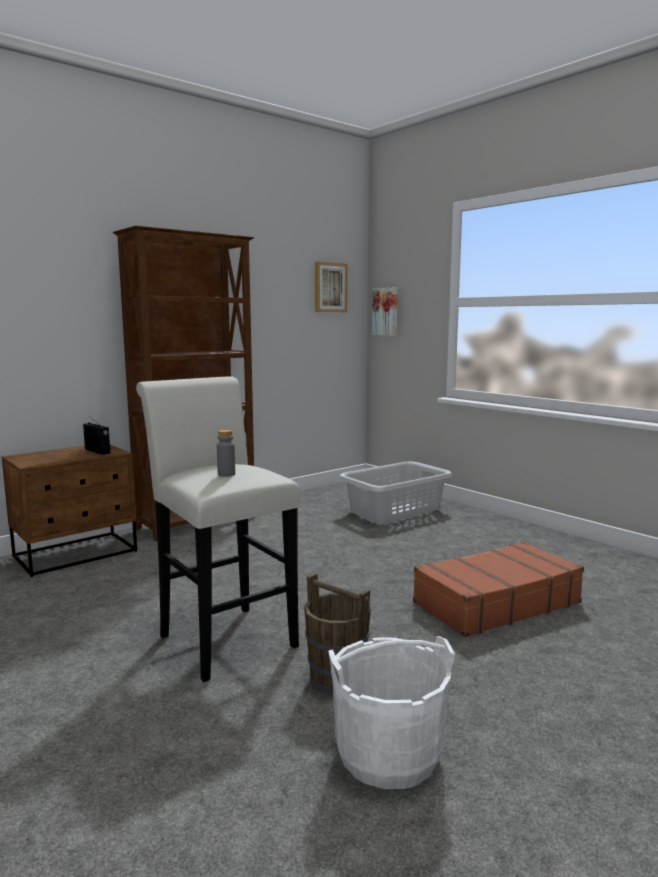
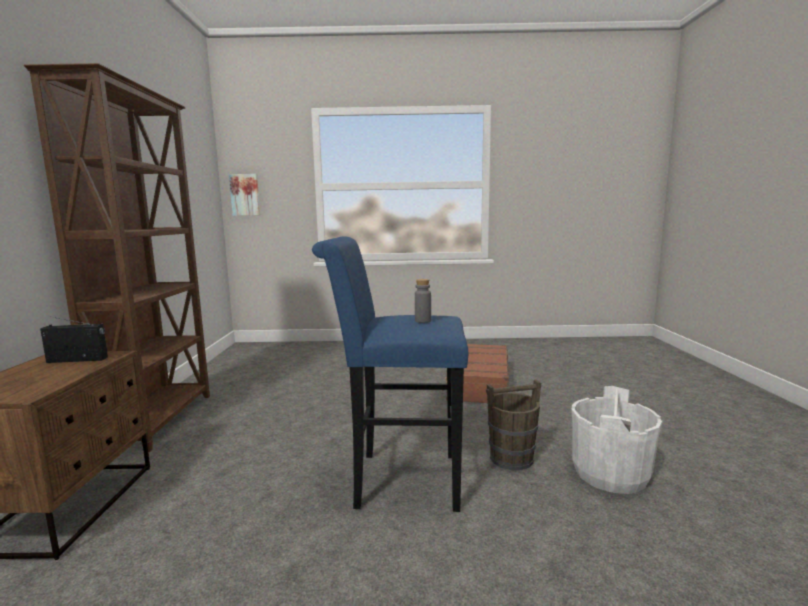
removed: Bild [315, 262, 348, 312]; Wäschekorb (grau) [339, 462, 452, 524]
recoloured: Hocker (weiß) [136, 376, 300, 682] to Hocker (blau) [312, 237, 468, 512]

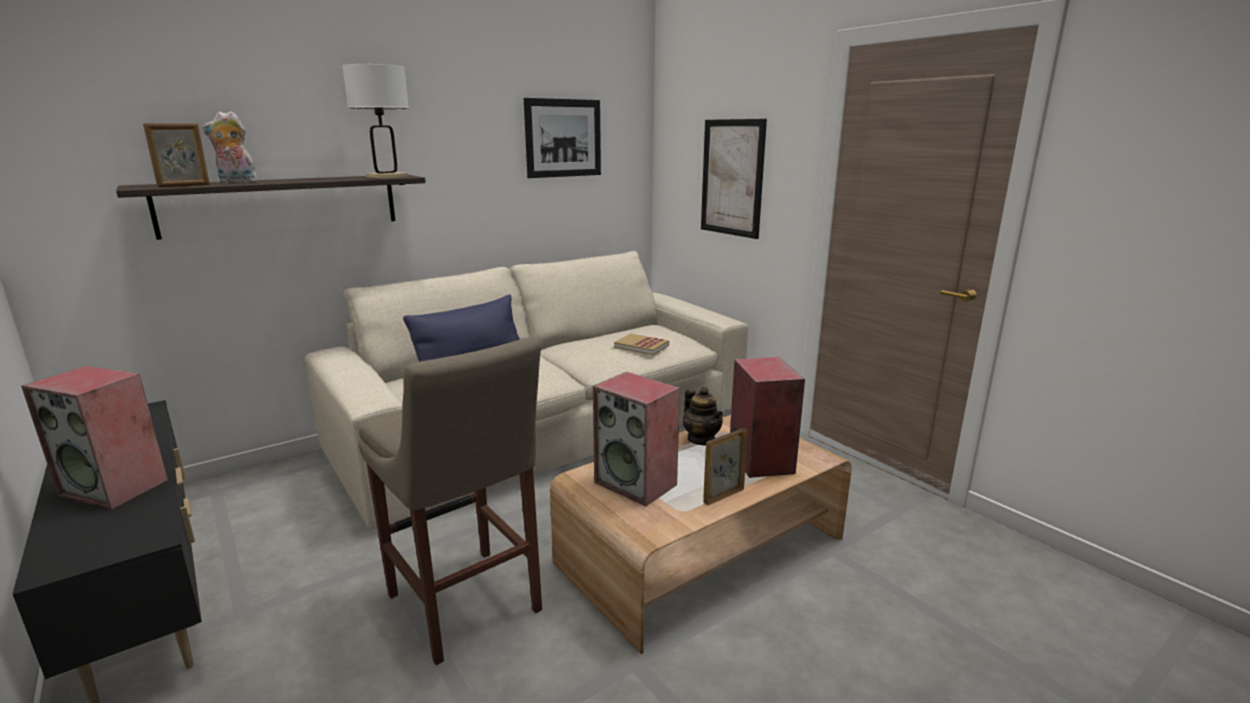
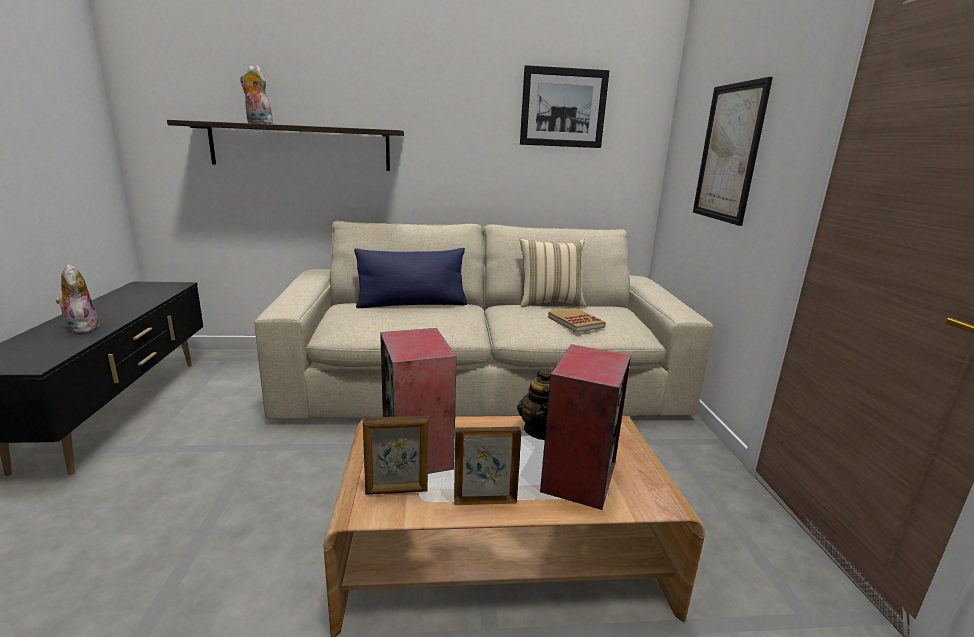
removed: Tischlampe (weiß) [342, 64, 409, 178]; Hocker (beige) [358, 337, 542, 665]
added: Kissen (beige) [520, 239, 586, 307]
moved: Bilderrahmen [143, 123, 210, 187] to [363, 416, 428, 495]
replaced: Lautsprecher [21, 366, 168, 510] to Plüschtier [56, 264, 100, 333]

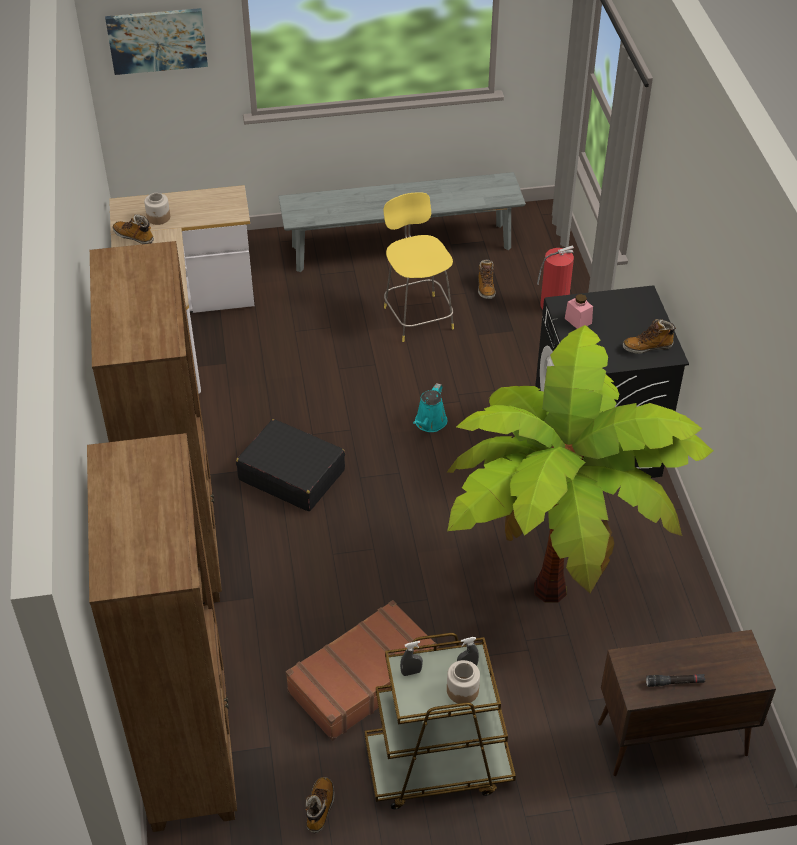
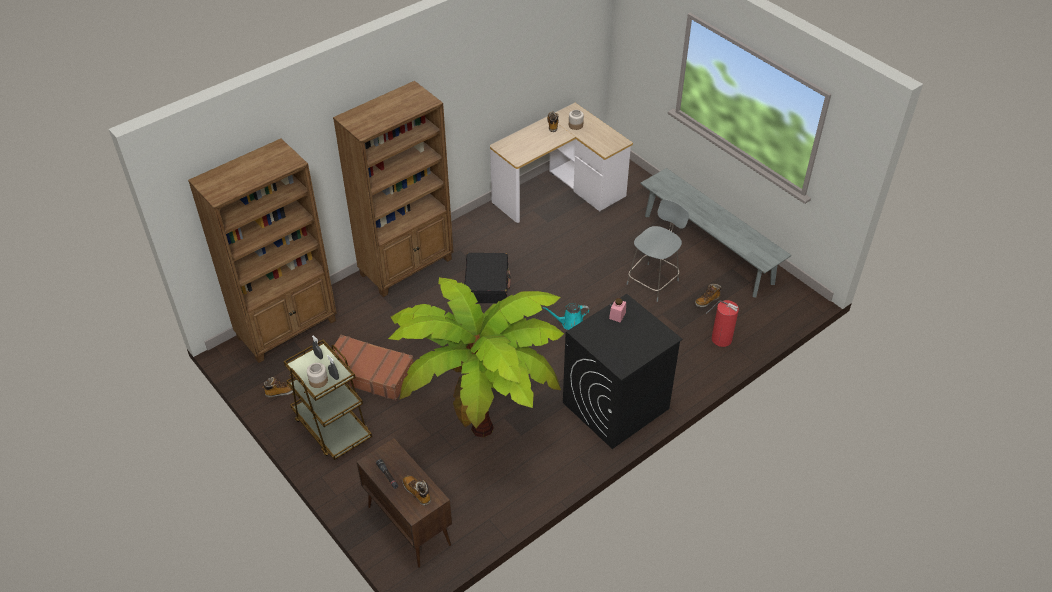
removed: Bild [105, 8, 208, 75]
moved: Stiefel [623, 319, 677, 354] to [402, 475, 431, 506]
recoloured: Hocker (gelb) [384, 192, 454, 342] to Hocker (grau) [627, 199, 689, 302]

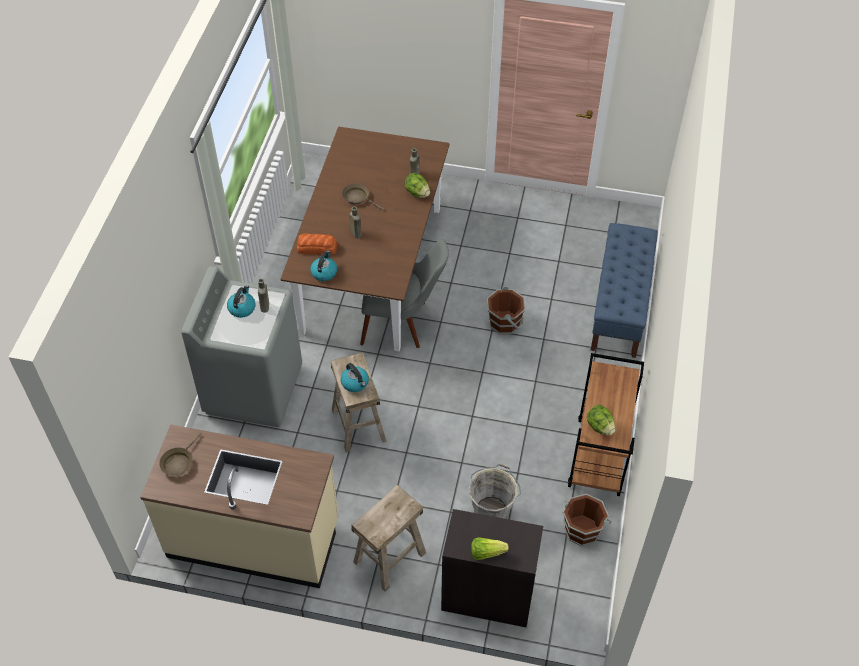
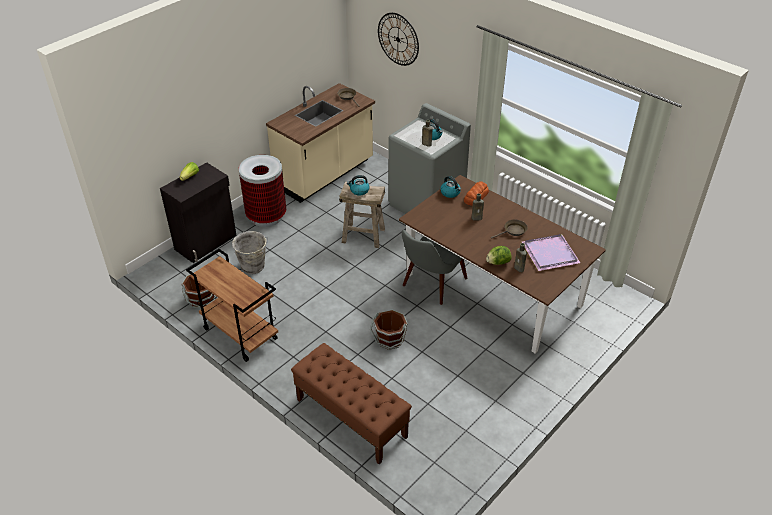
removed: Salatkopf [587, 405, 615, 435]
added: Wanduhr [378, 13, 419, 66]; Tablett (lila) [522, 234, 580, 271]
replaced: Hocker (beige) [351, 485, 426, 591] to Mülleimer [239, 155, 286, 227]
recoloured: Bank (blau) [591, 223, 658, 358] to Bank (braun) [291, 343, 412, 465]

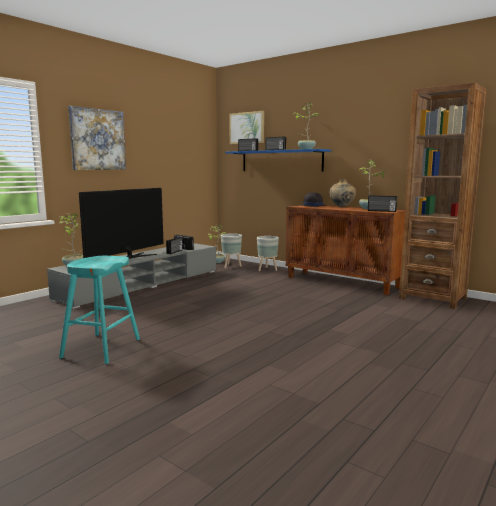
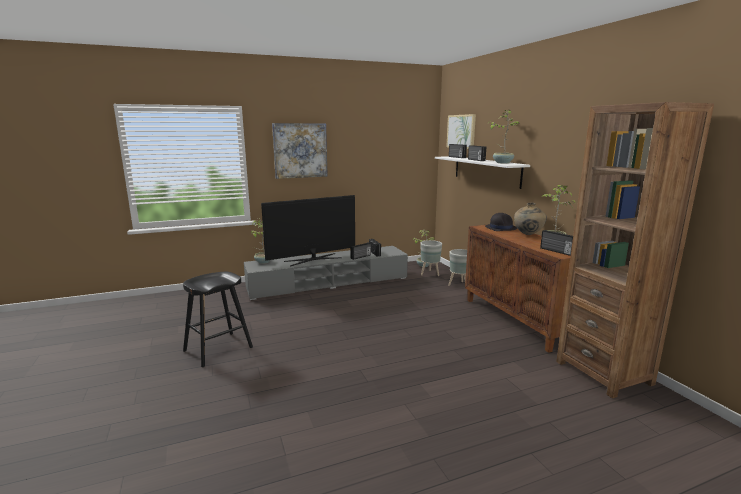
recoloured: Wandregal (blau) [225, 149, 331, 171] to Wandregal (weiß) [435, 156, 530, 189]; Hocker (türkis) [59, 256, 140, 364] to Hocker (schwarz) [183, 272, 253, 367]

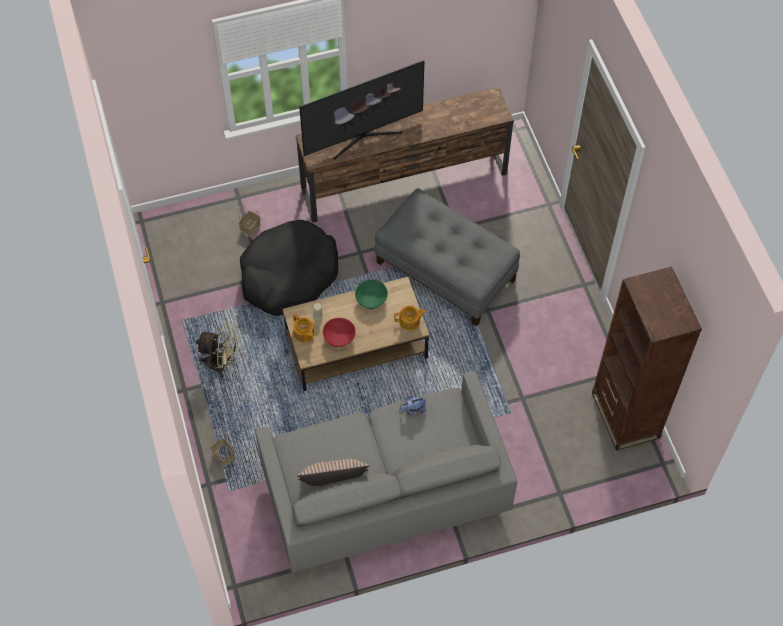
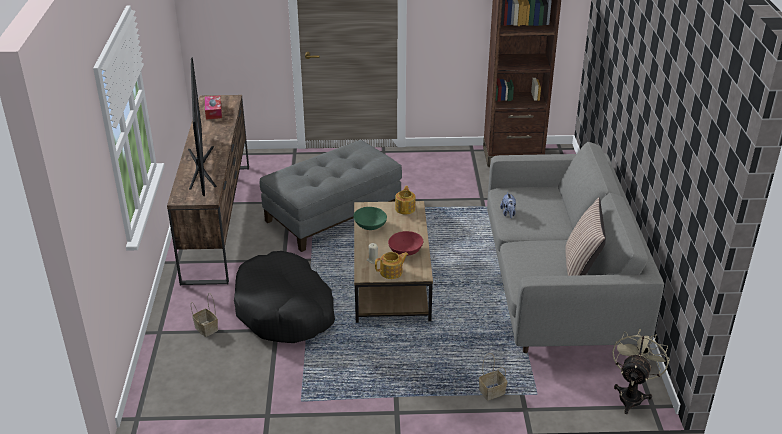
added: Taschentuchbox [205, 95, 222, 120]
moved: Ventilator (beige) [196, 323, 239, 377] to [612, 329, 670, 414]

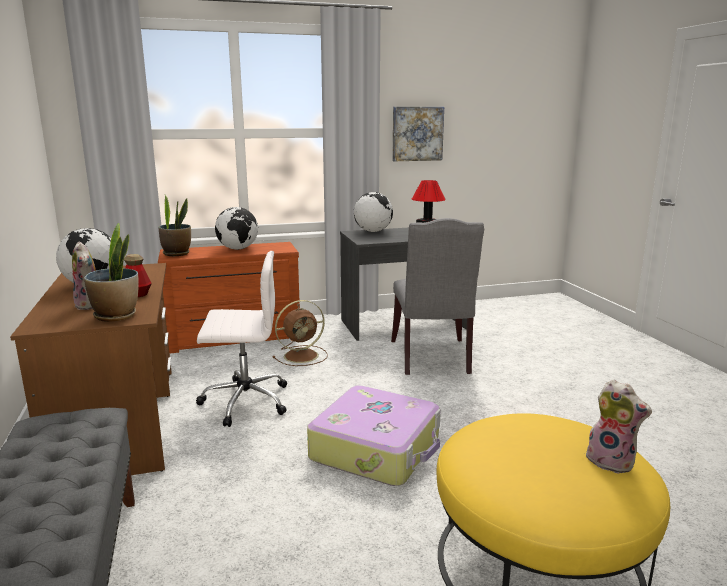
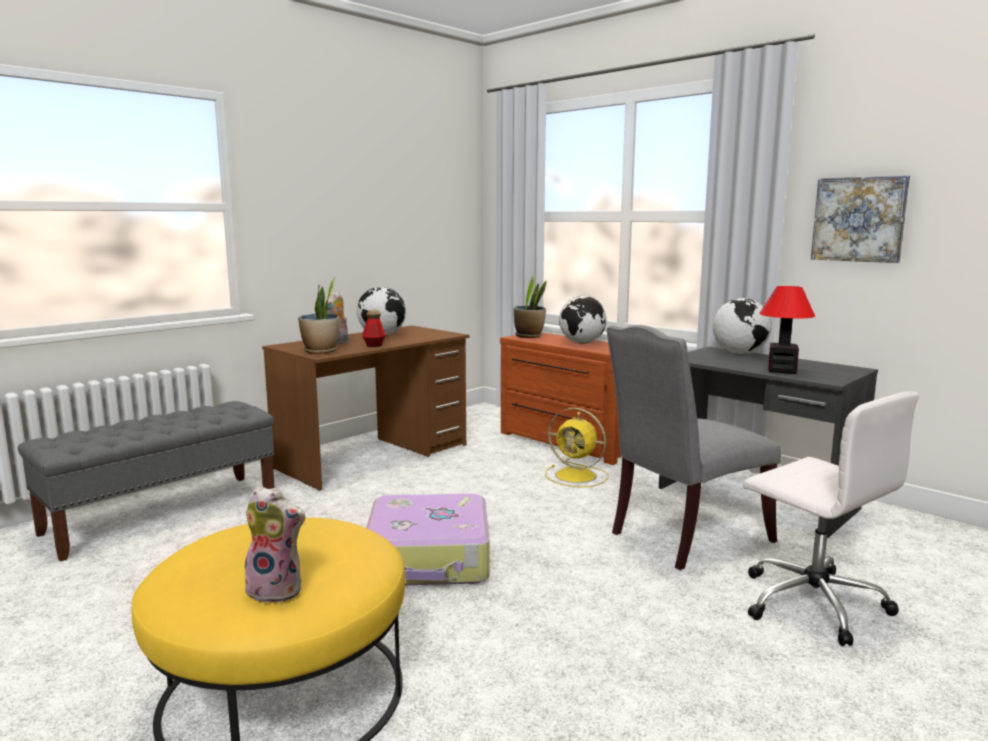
moved: Bürostuhl (weiß) [196, 251, 287, 427] to [743, 392, 919, 646]
recoloured: Ventilator (braun) [272, 300, 328, 366] to Ventilator (gelb) [545, 408, 609, 487]
turned: Plüschtier [584, 379, 652, 474] = [245, 486, 306, 603] 90 degrees counterclockwise

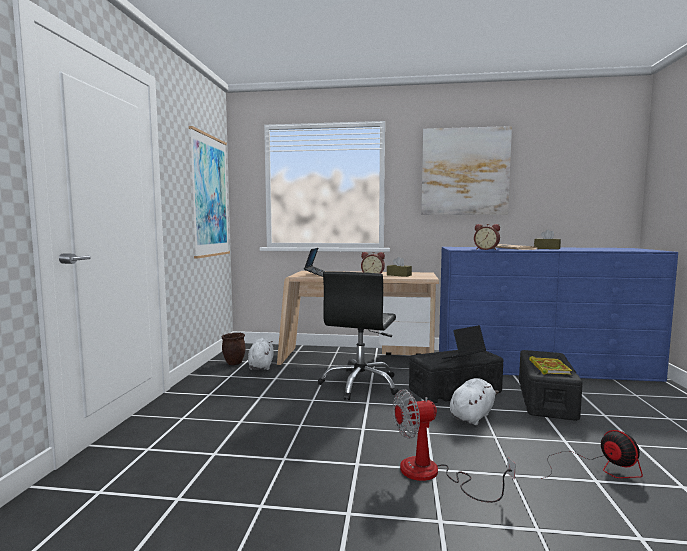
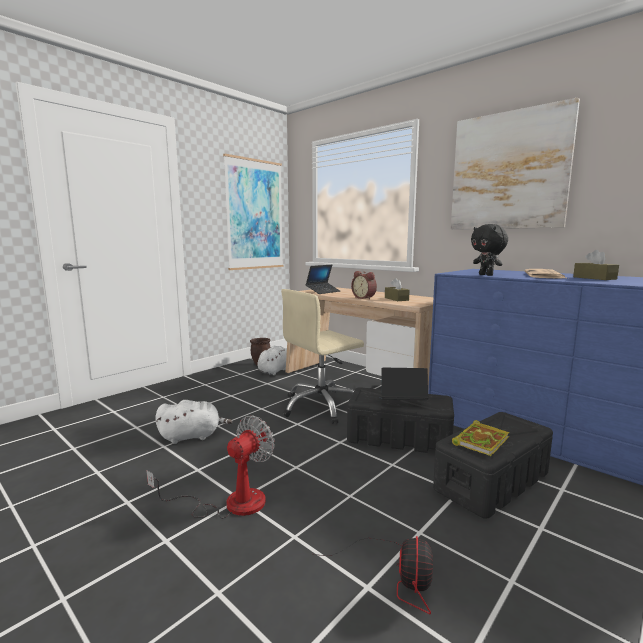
moved: Plüschtier (weiß) [450, 378, 499, 425] to [156, 400, 232, 444]
replaced: Wecker [474, 224, 500, 250] to Plüschtier (schwarz) [471, 224, 508, 276]
recoloured: Bürostuhl (schwarz) [318, 271, 399, 400] to Bürostuhl (beige) [281, 289, 364, 424]
turned: Ventilator [393, 389, 516, 503] = [146, 415, 275, 519] 105 degrees clockwise

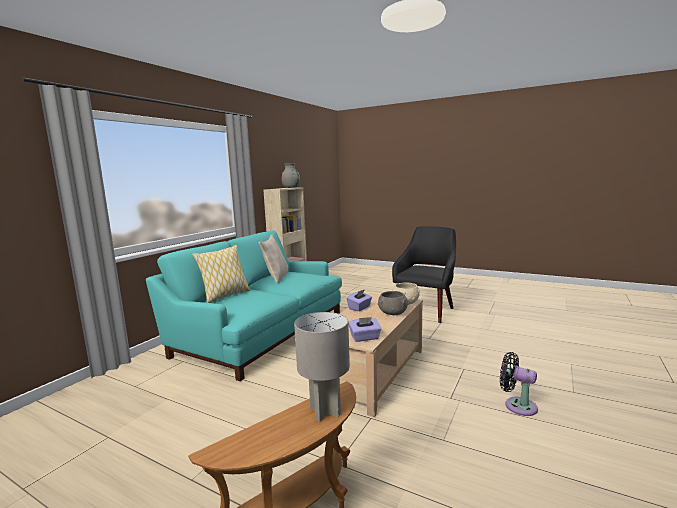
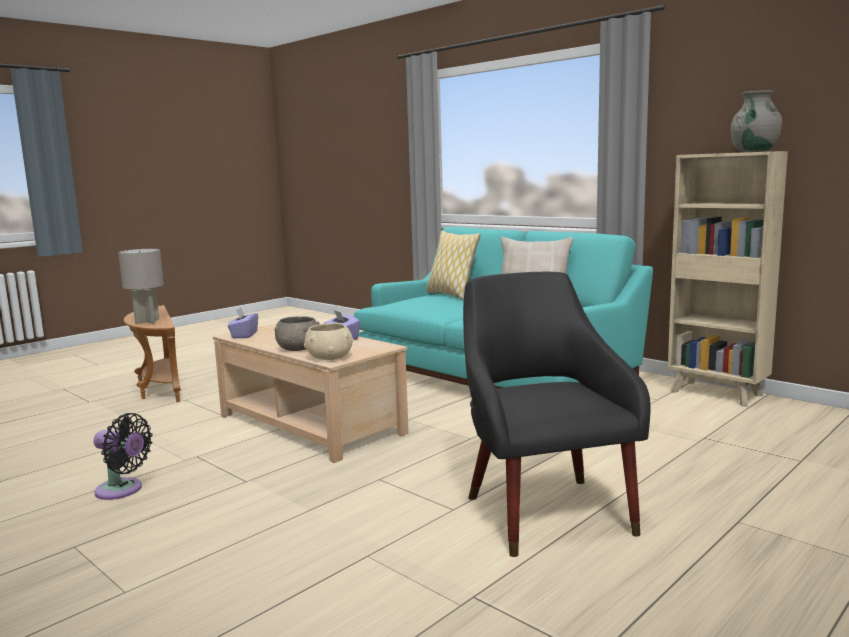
turned: Sessel (schwarz) [392, 226, 456, 323] = [463, 272, 651, 557] 150 degrees counterclockwise; Ventilator (schwarz) [500, 352, 538, 416] = [93, 413, 152, 500] 60 degrees clockwise

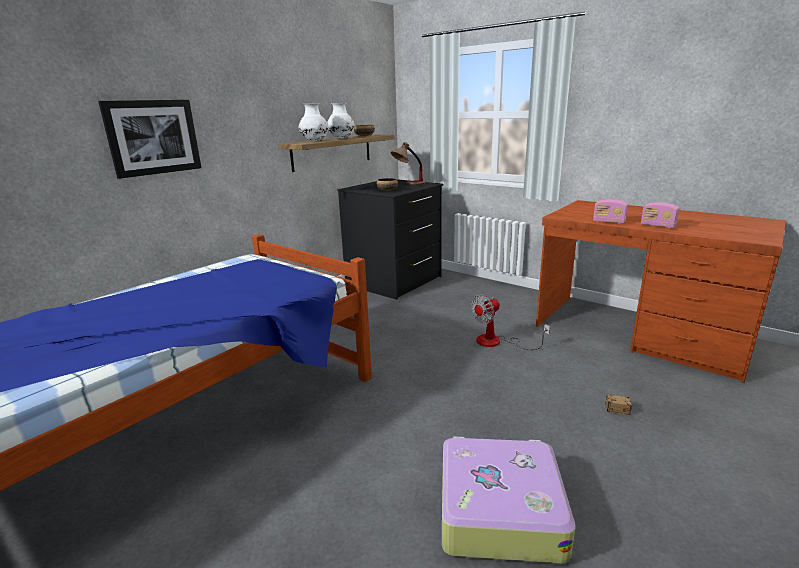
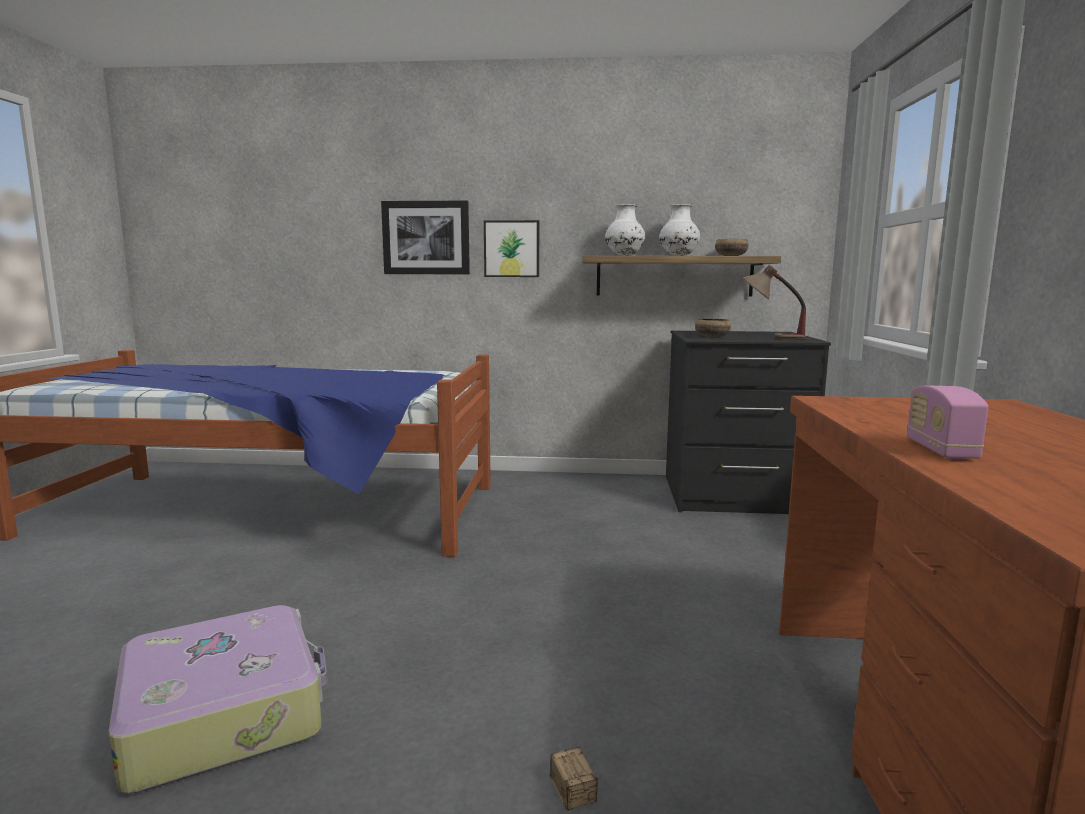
removed: Radio [593, 199, 628, 224]; Ventilator [471, 294, 550, 350]
added: Bild [484, 220, 539, 277]

